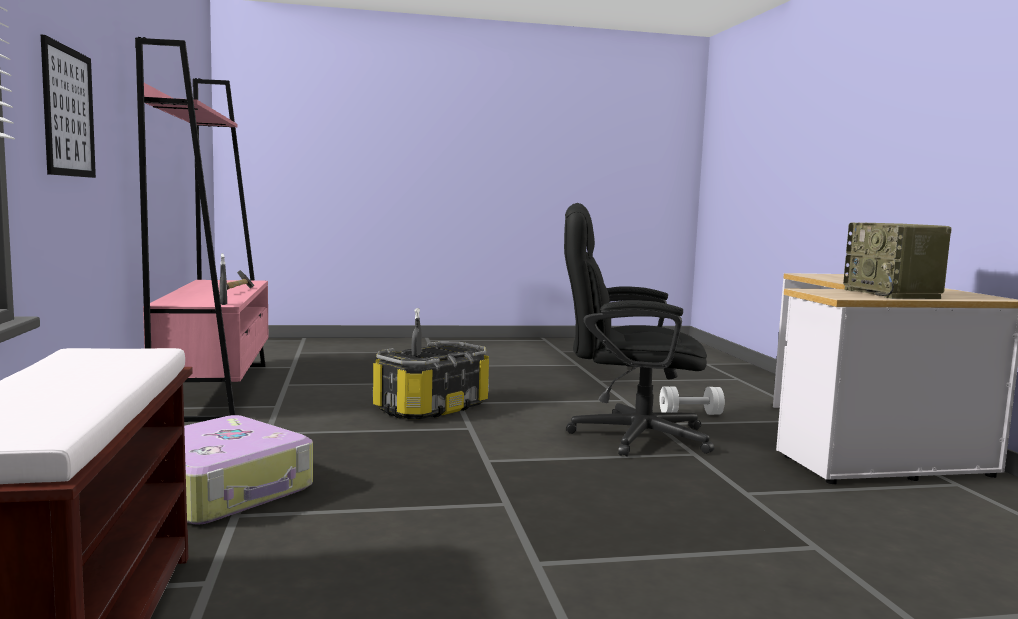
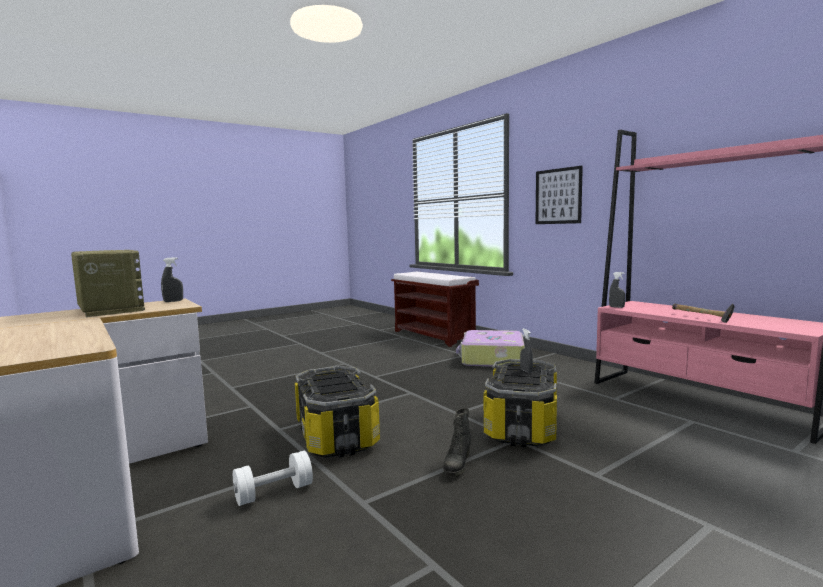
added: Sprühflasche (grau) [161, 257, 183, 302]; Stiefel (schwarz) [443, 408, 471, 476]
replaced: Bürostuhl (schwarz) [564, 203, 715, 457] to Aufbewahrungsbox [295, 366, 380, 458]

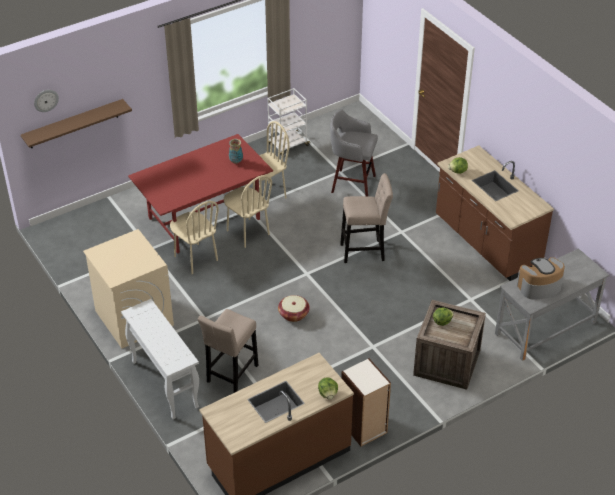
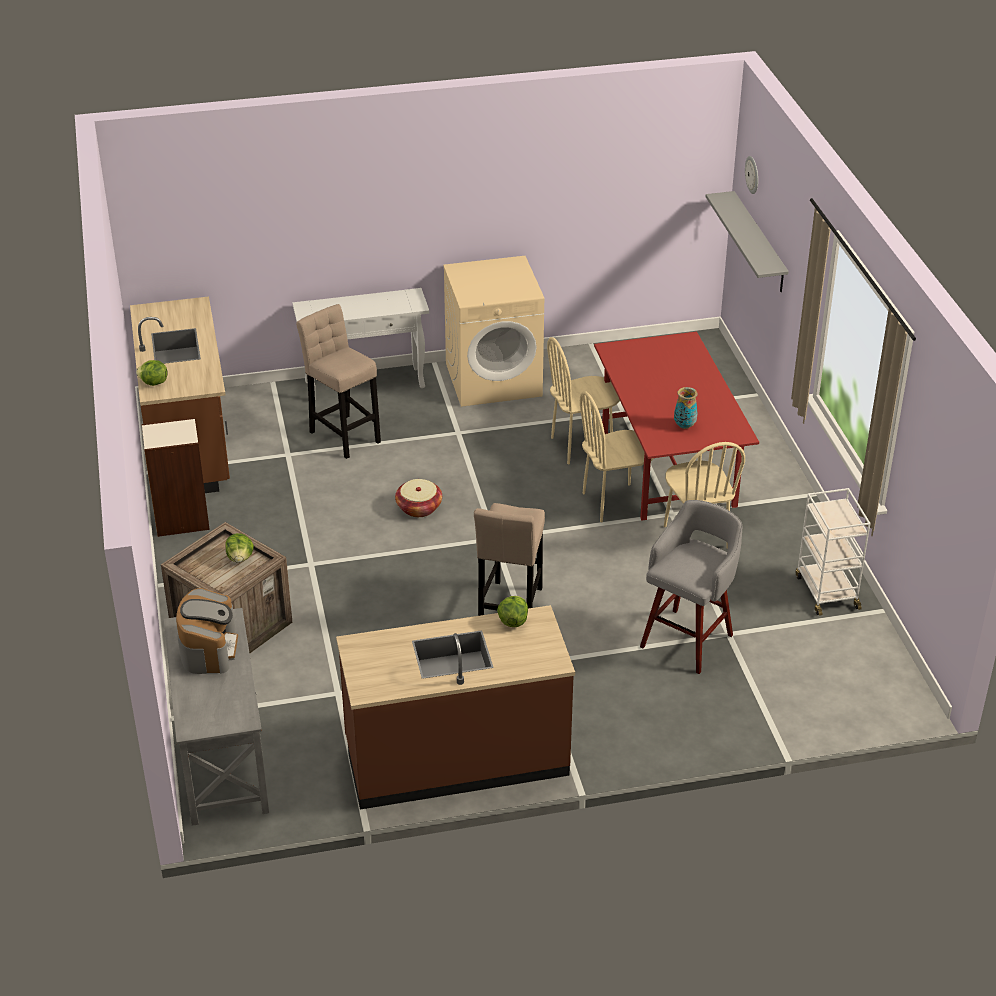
recoloured: Wandregal (braun) [21, 99, 132, 148] to Wandregal (grau) [706, 191, 789, 292]

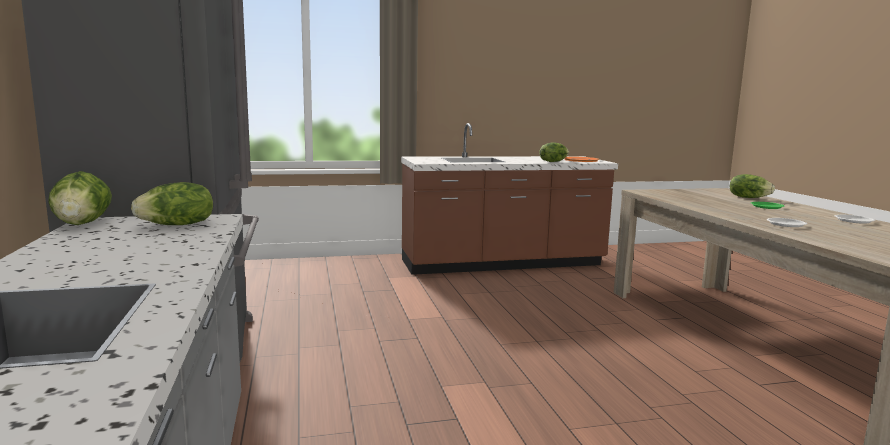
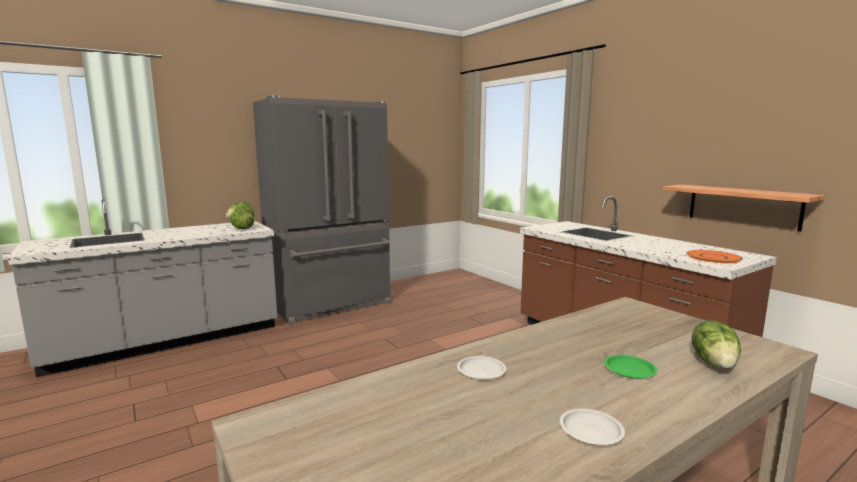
removed: Salatkopf [539, 142, 569, 162]
added: Wandregal [663, 185, 825, 232]

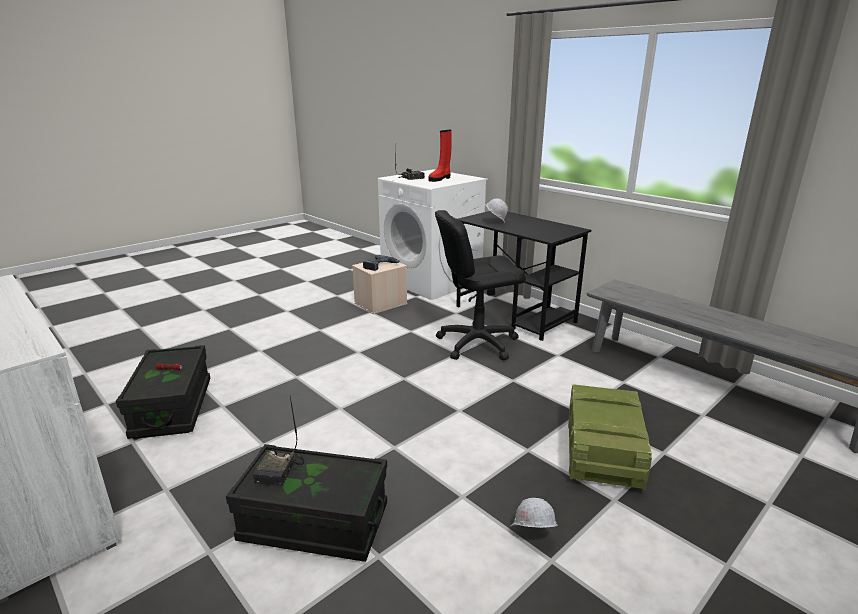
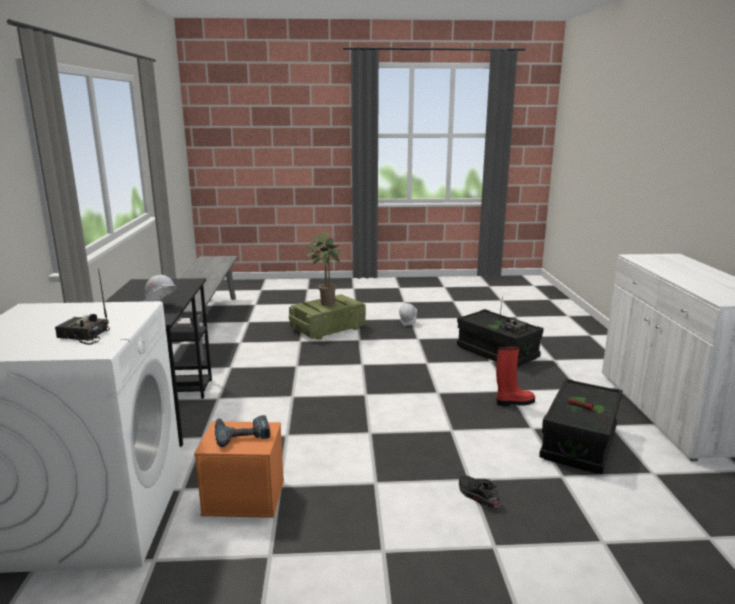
removed: Bürostuhl (schwarz) [435, 210, 526, 360]
added: Topfpflanze [304, 232, 344, 306]; Schuh (schwarz) [459, 476, 501, 509]
moved: Stiefel (rot) [428, 130, 452, 182] to [496, 345, 535, 406]
recoloured: Aufbewahrungsbox (beige) [352, 262, 408, 314] to Aufbewahrungsbox (orange) [194, 421, 284, 518]

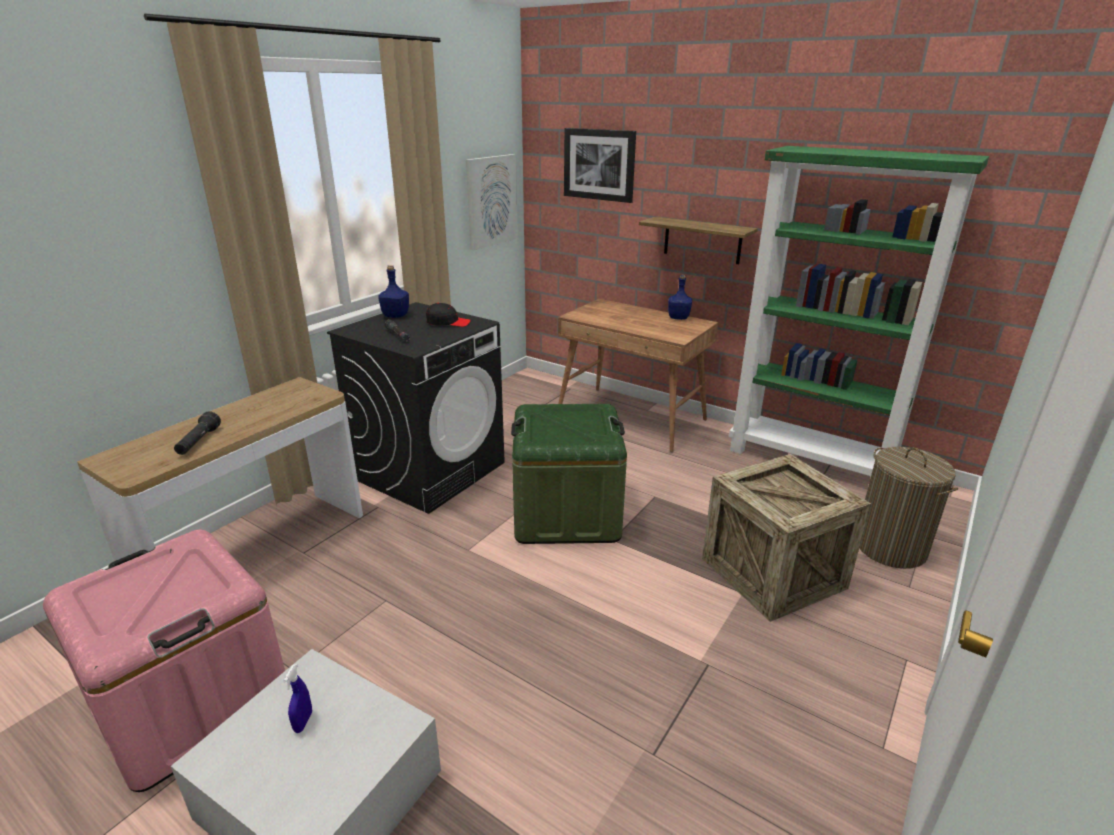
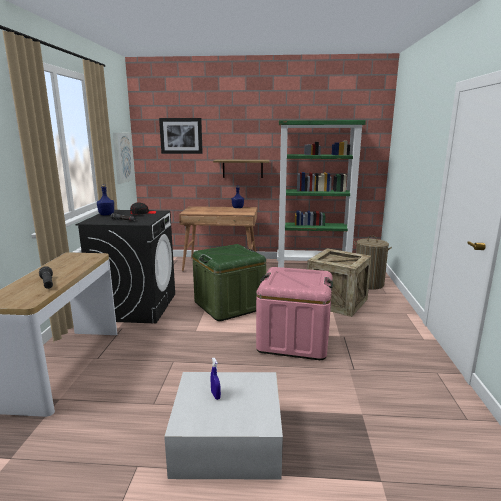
moved: Aufbewahrungsbox (rosa) [43, 530, 285, 792] to [256, 267, 333, 360]

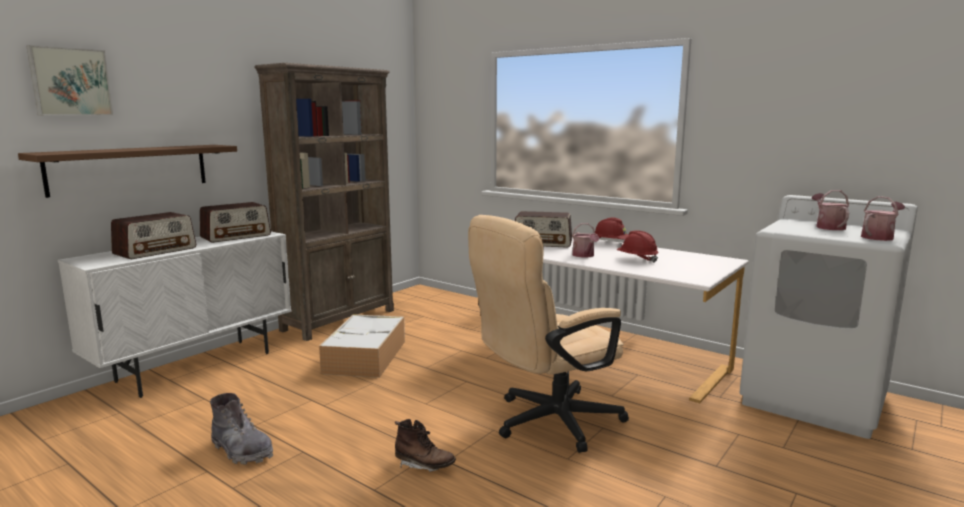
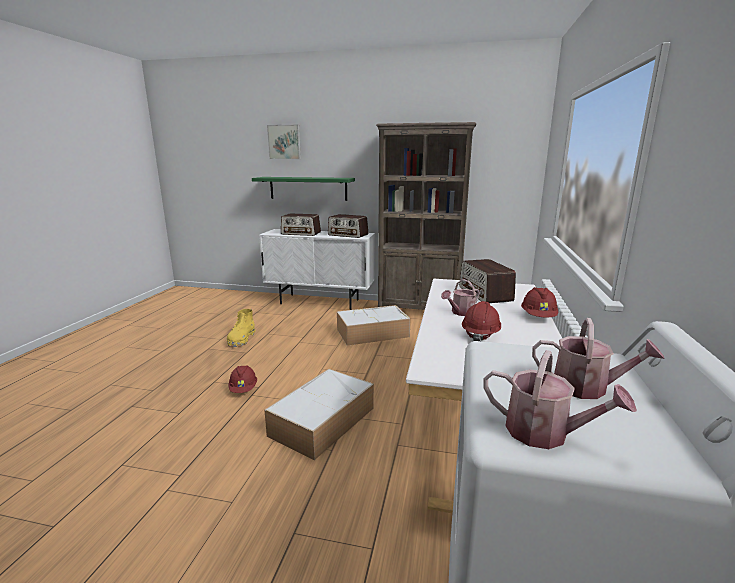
replaced: Bürostuhl (beige) [468, 215, 629, 453] to Aufbewahrungsbox [264, 369, 374, 460]; Stiefel (braun) [395, 419, 456, 472] to Schutzhelm (rot) [229, 365, 257, 393]
recoloured: Wandregal (braun) [18, 145, 237, 198] to Wandregal (grün) [252, 177, 355, 201]; Stiefel (grau) [210, 393, 273, 465] to Stiefel (gelb) [227, 309, 255, 347]
turned: Gießkanne [812, 190, 849, 230] = [532, 318, 664, 399] 45 degrees clockwise

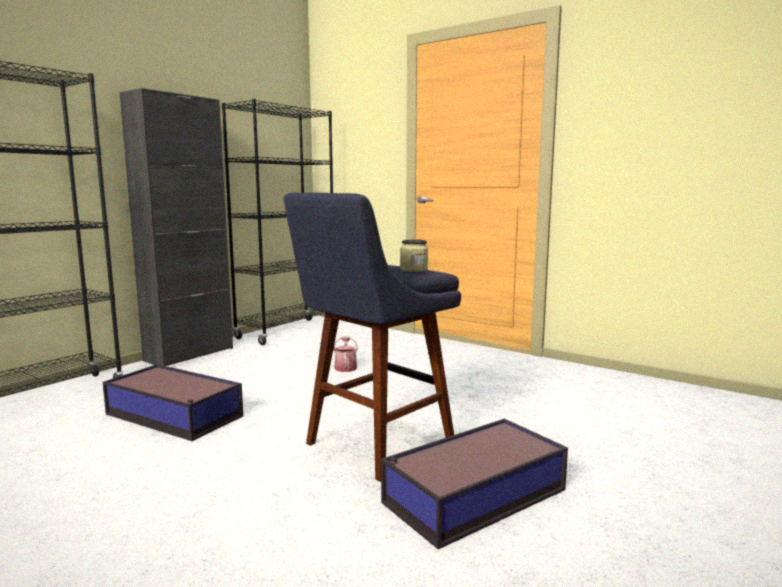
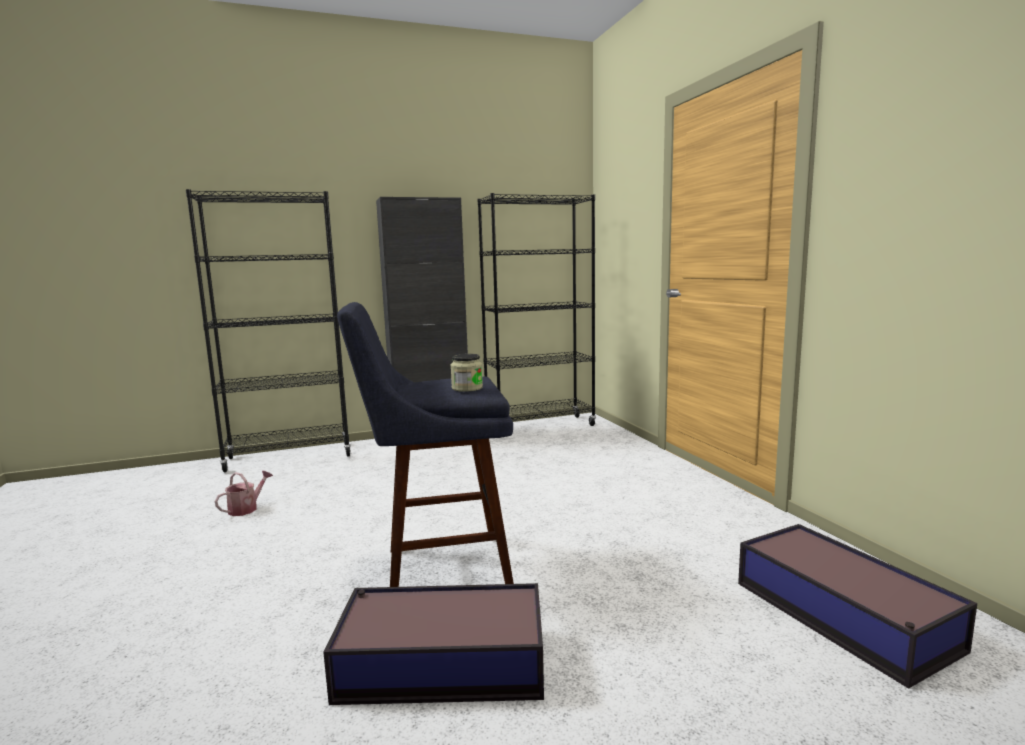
moved: Gießkanne [333, 336, 358, 372] to [215, 471, 273, 516]; Aufbewahrungsbox [102, 364, 243, 441] to [738, 524, 977, 689]

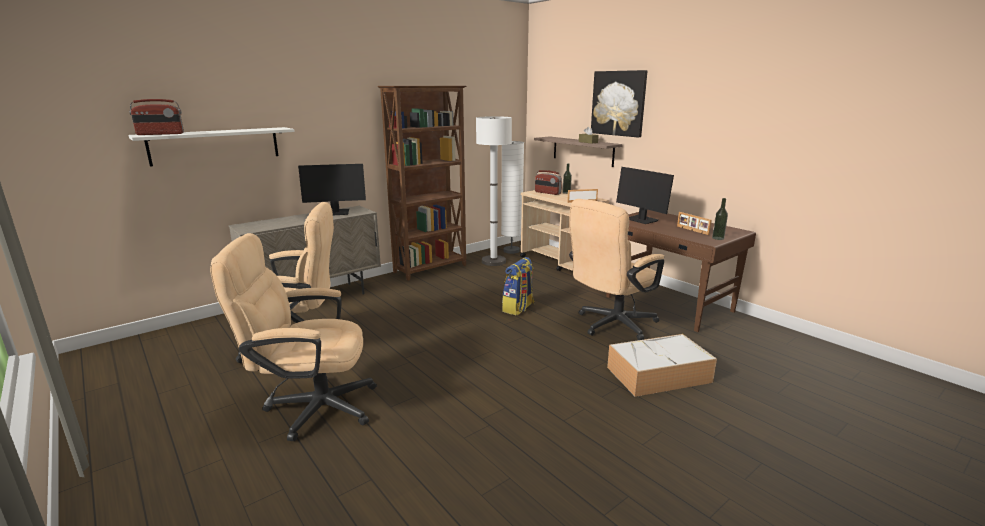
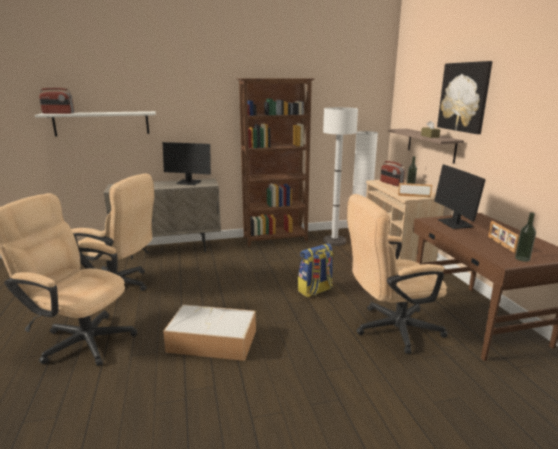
moved: Aufbewahrungsbox [607, 334, 717, 397] to [163, 305, 256, 361]

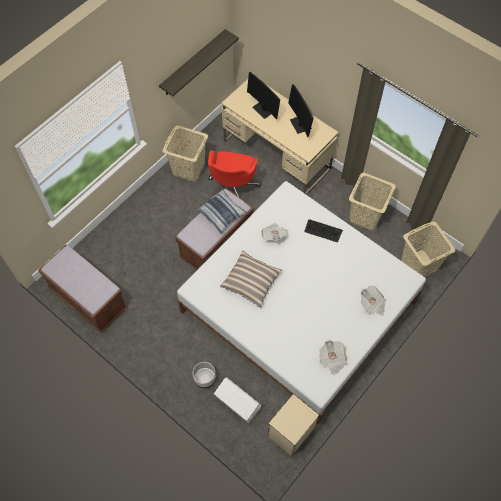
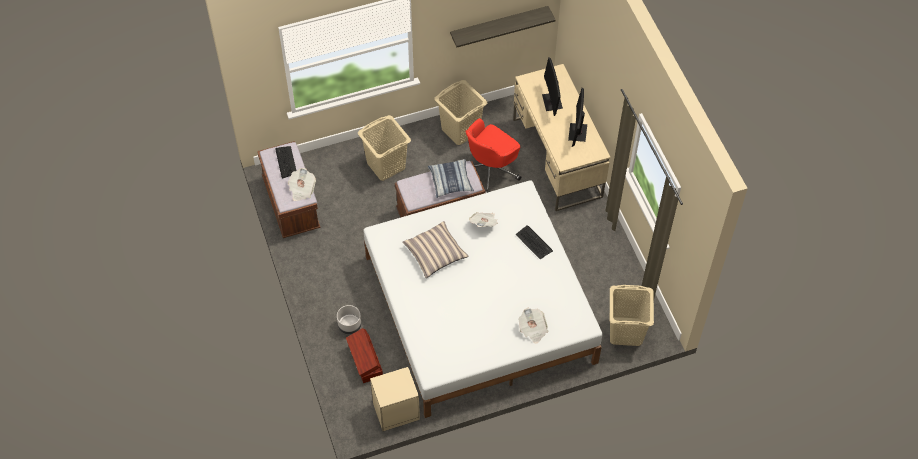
added: Tastatur [275, 146, 296, 178]
moved: Wäschekorb (beige) [349, 173, 396, 231] to [358, 115, 411, 181]; Zeitung [319, 340, 347, 375] to [288, 168, 316, 201]
recoloured: Aufbewahrungsbox (weiß) [214, 377, 261, 423] to Aufbewahrungsbox (braun) [346, 328, 383, 383]

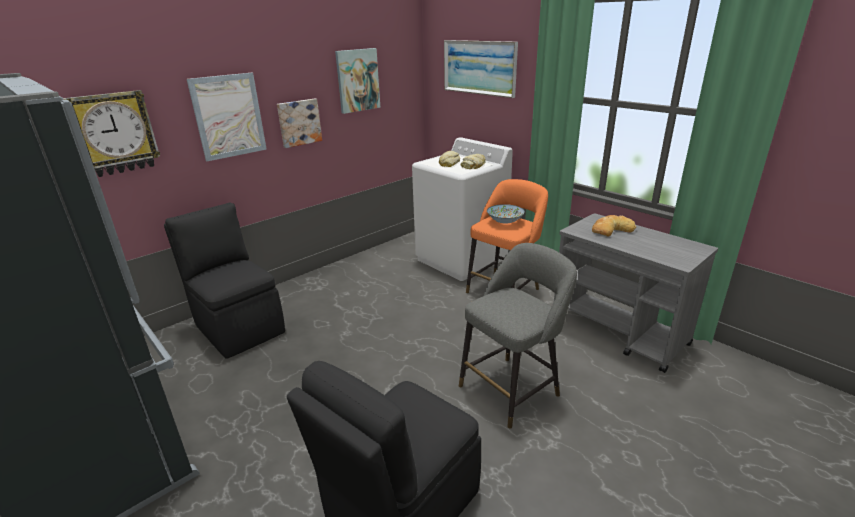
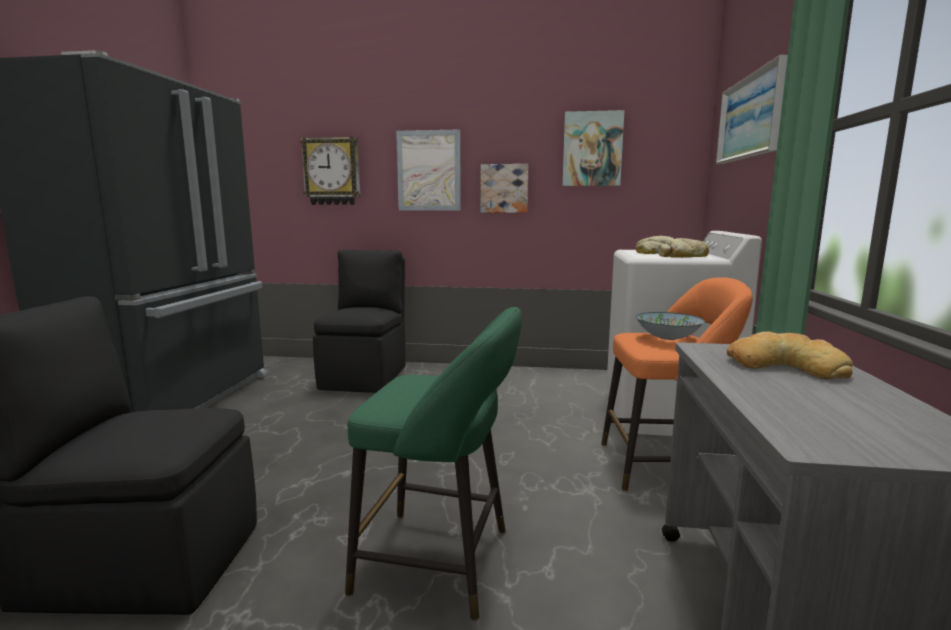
recoloured: Hocker (grau) [459, 243, 577, 429] to Hocker (grün) [345, 307, 522, 620]

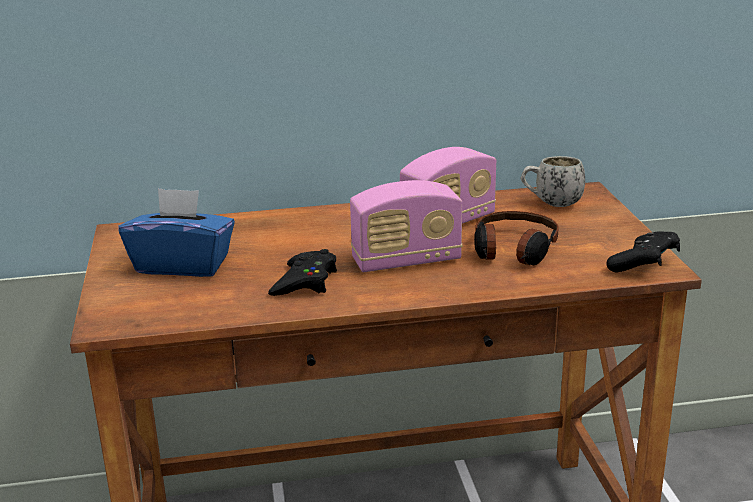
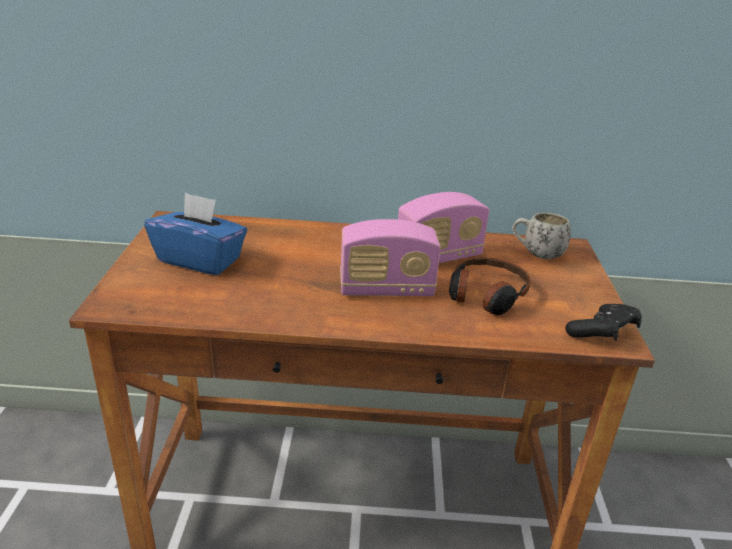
removed: Gamepad (schwarz) [268, 249, 337, 296]

